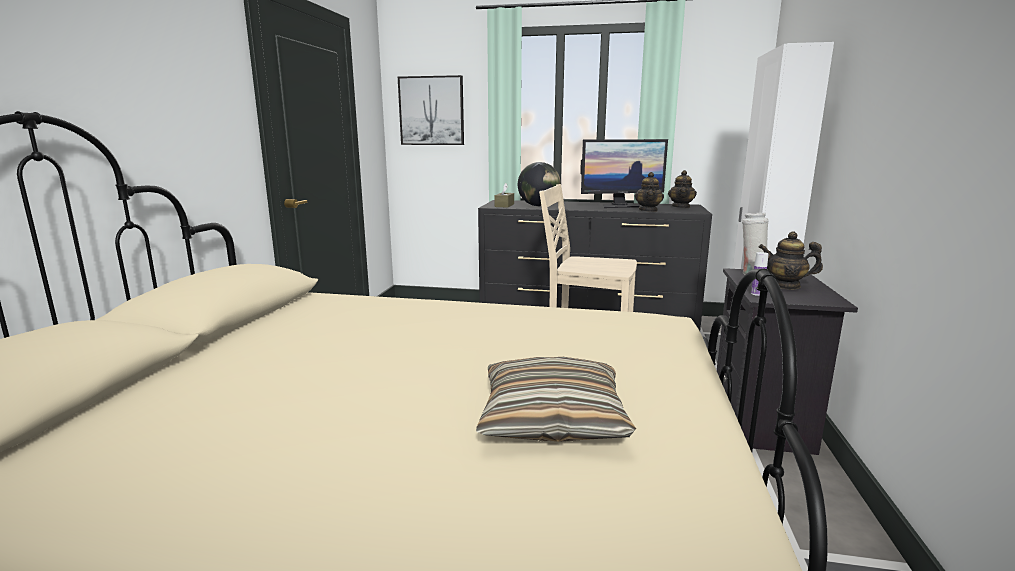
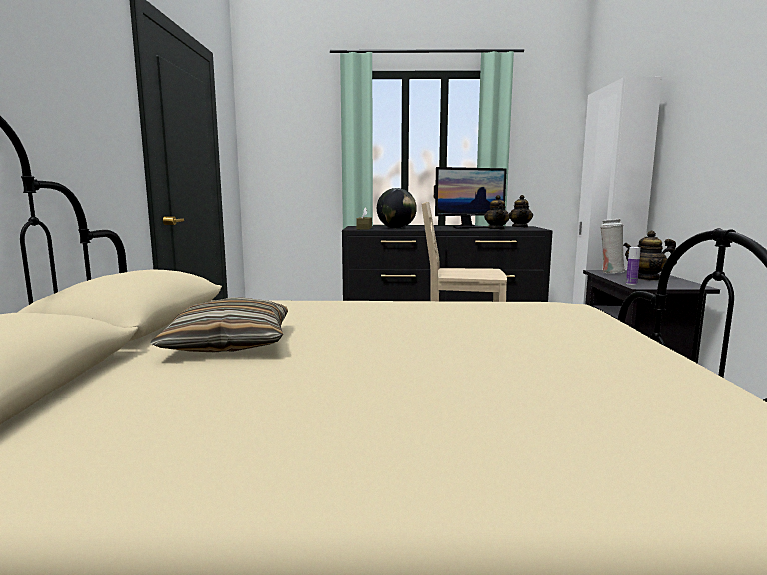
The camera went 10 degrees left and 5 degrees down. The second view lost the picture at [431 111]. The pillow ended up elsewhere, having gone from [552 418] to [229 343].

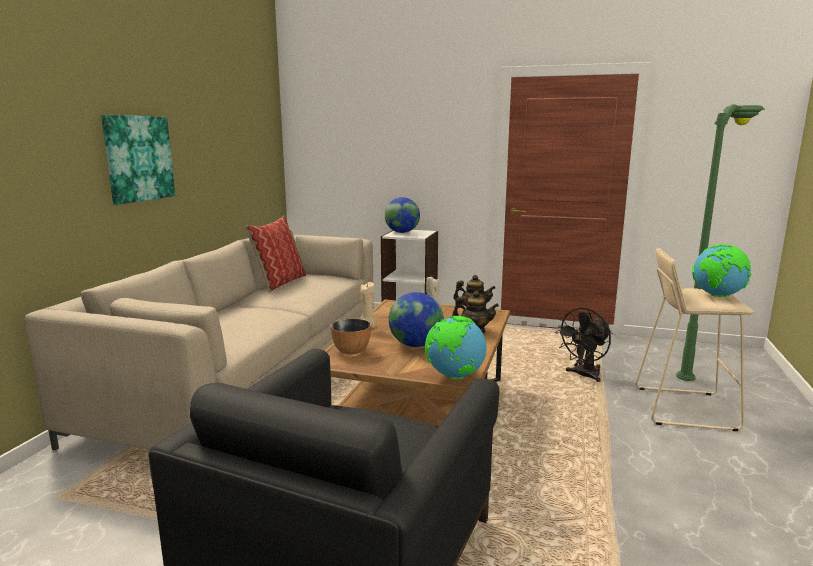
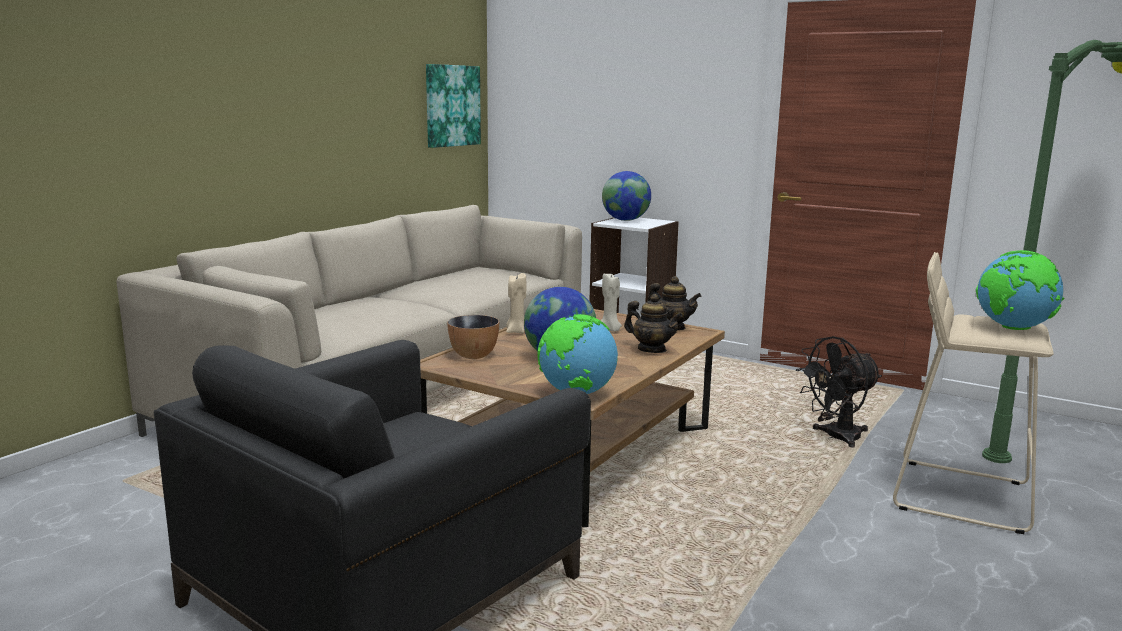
The camera went 15 degrees right and 0 degrees up. The picture ended up elsewhere, having gone from [138 158] to [452 105]. The second view lost the pillow at [279 282].

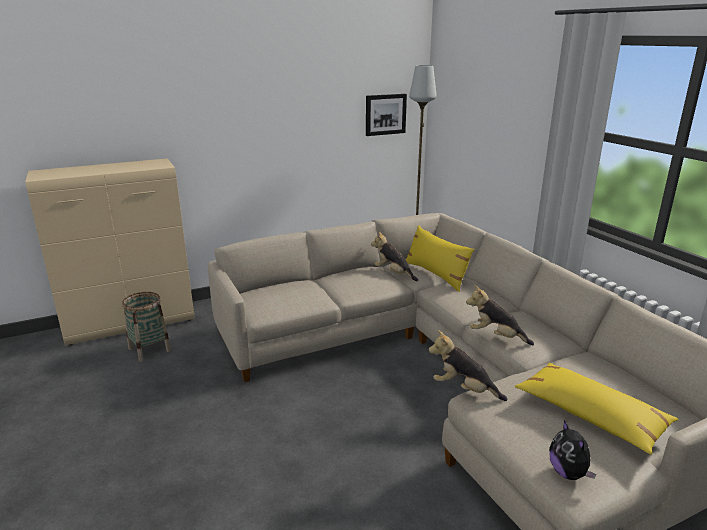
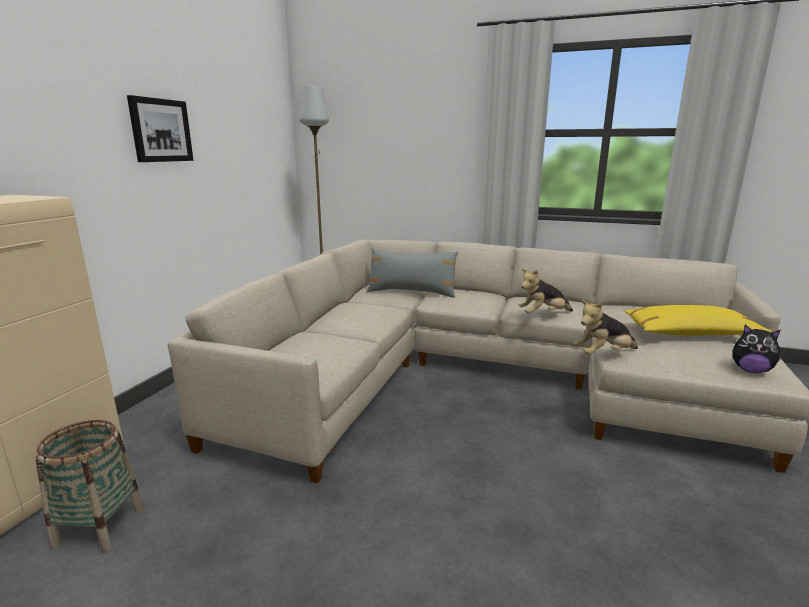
The camera went 45 degrees left and 5 degrees down. The picture ended up elsewhere, having gone from [385 114] to [160 130]. The second view lost the plush toy at [393 273]. What was the pillow (yellow) at [436 274] turned into the pillow (grey) at [411 292].

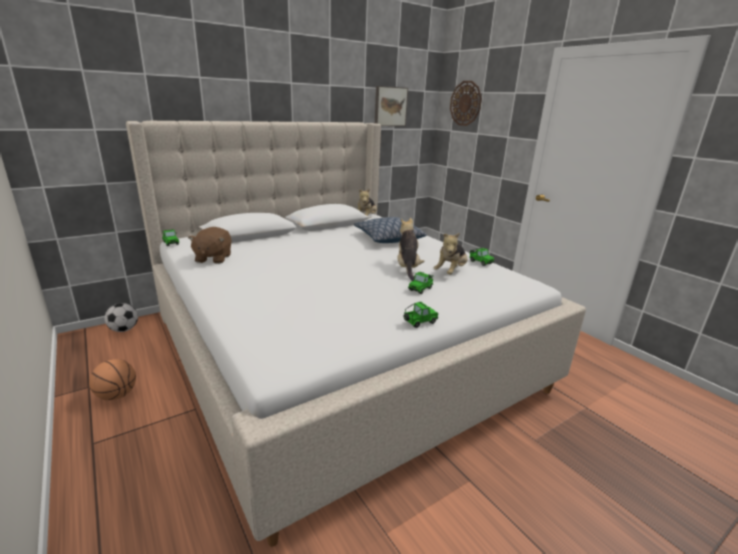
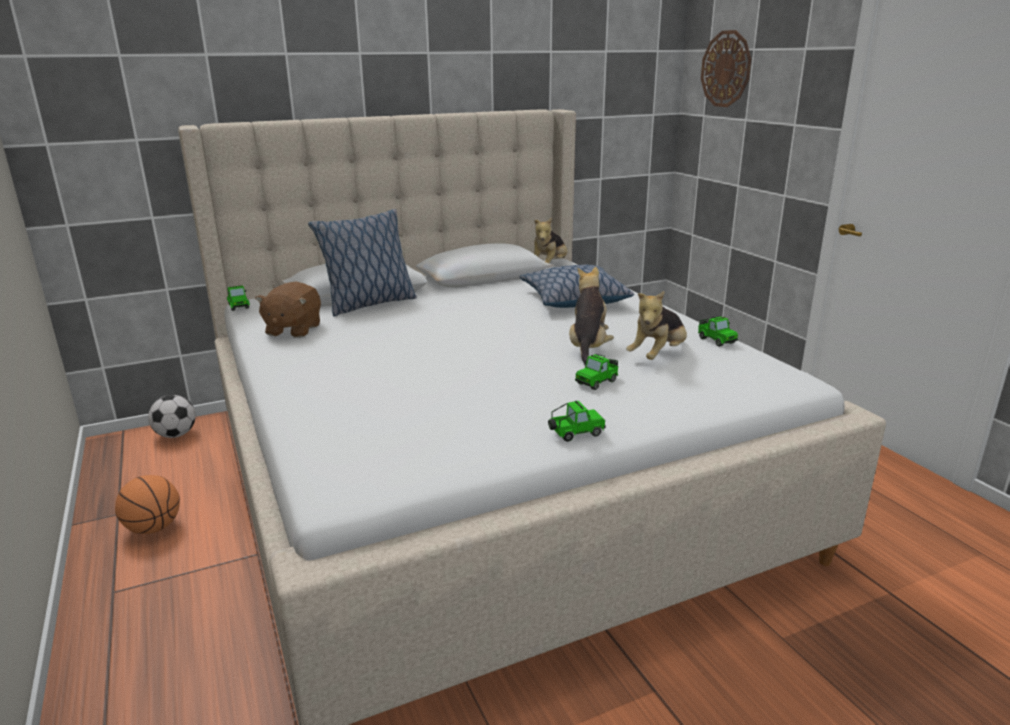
The camera went 10 degrees right and 0 degrees up. The second view lost the picture at [390 106]. The second view gained the pillow at [369 304].

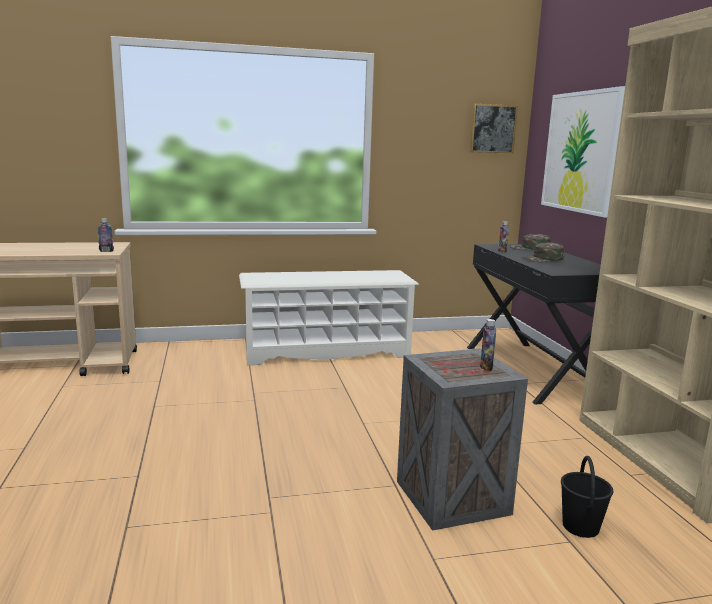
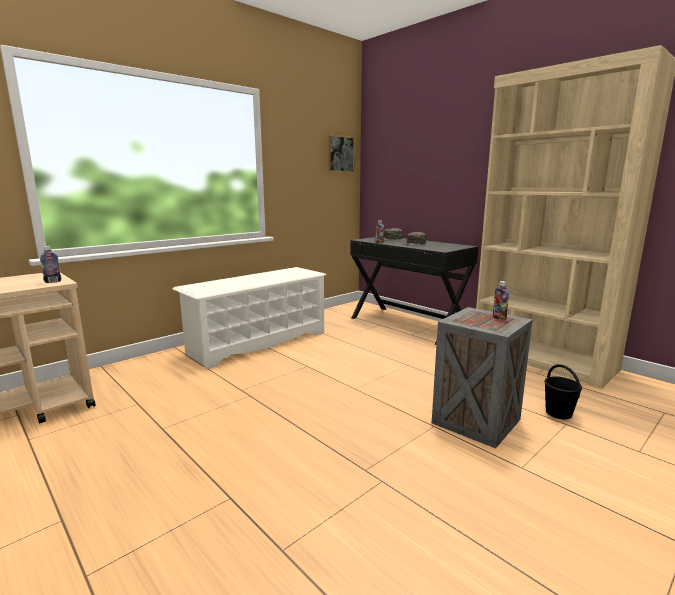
The camera went 30 degrees left and 0 degrees up. The second view lost the picture at [582 152].

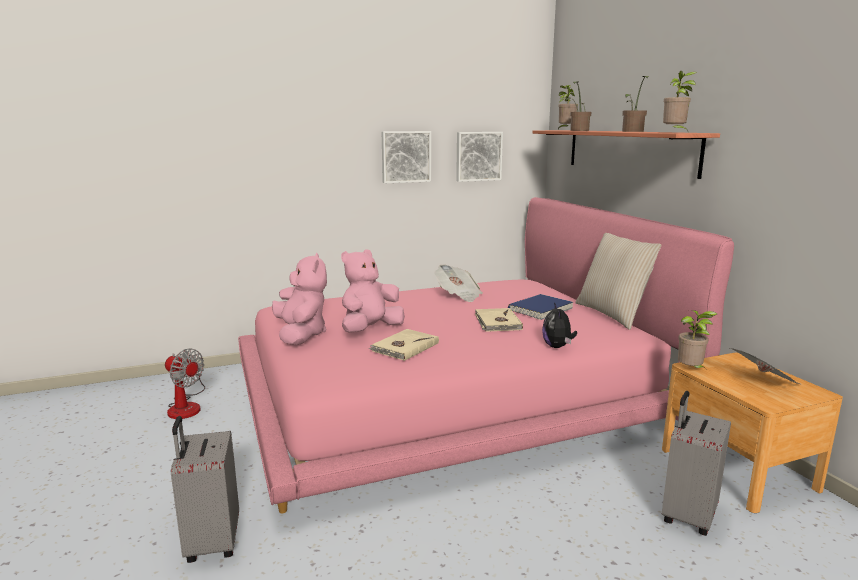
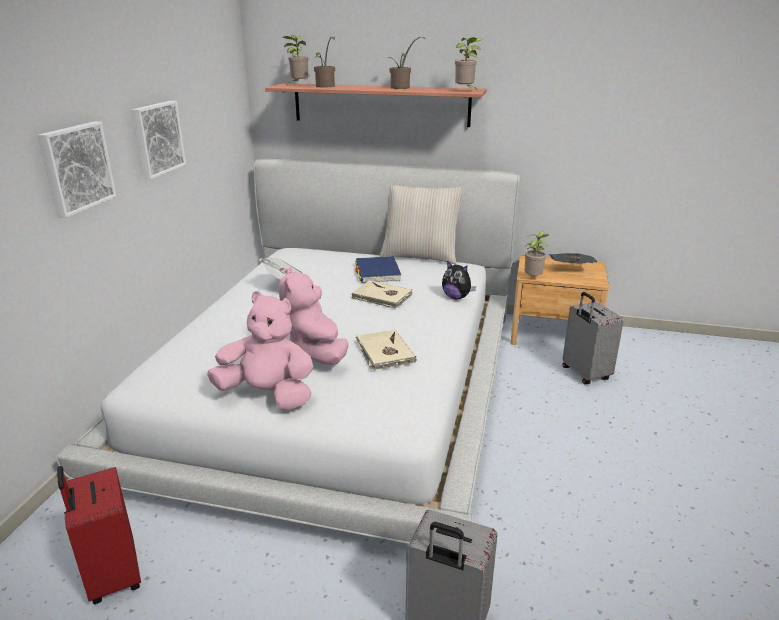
The camera went 55 degrees left and 10 degrees up. Where the fan stood at [186 406], the suitcase (red) came to stand at [112 577]. What was the bed (pink) at [452 394] turned into the bed (white) at [338 385]. The picture ended up elsewhere, having gone from [478 156] to [76 167].

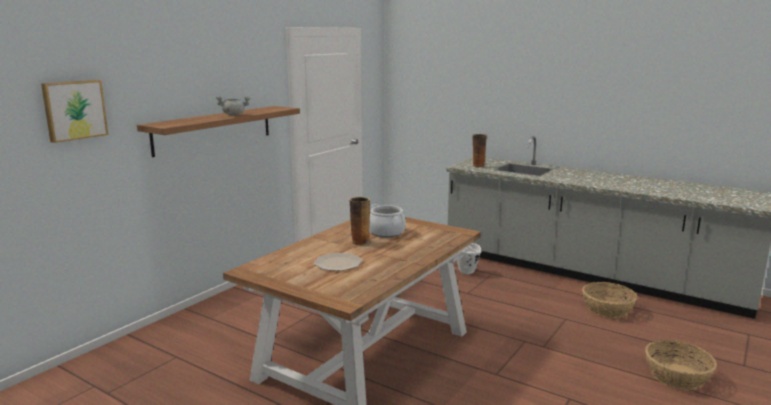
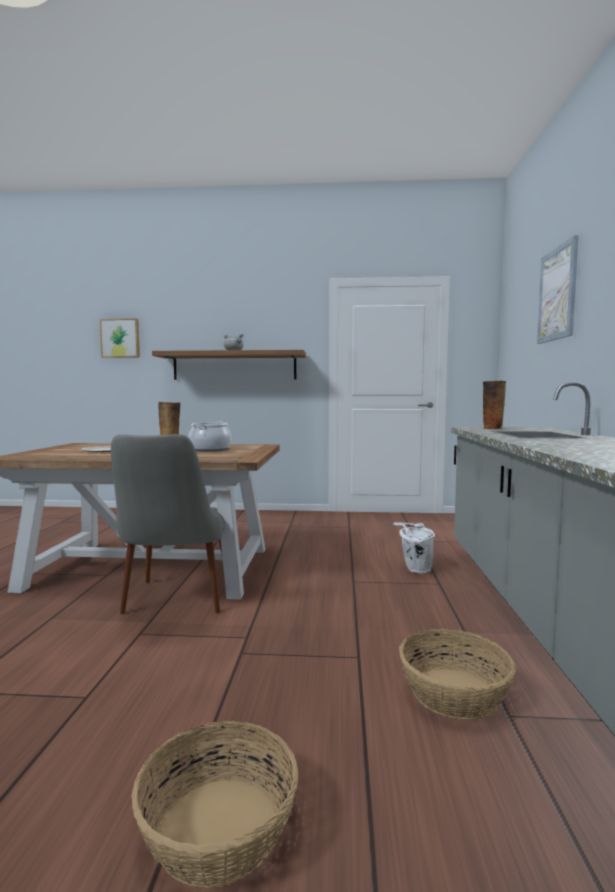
The camera went 60 degrees right and 10 degrees down. The second view gained the chair (grey) at [174 604]. The second view gained the picture at [557 294].

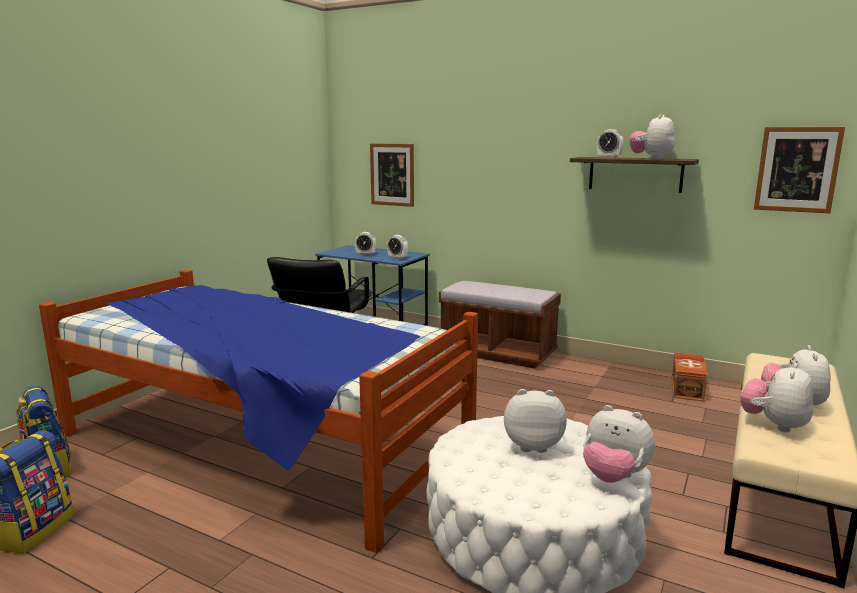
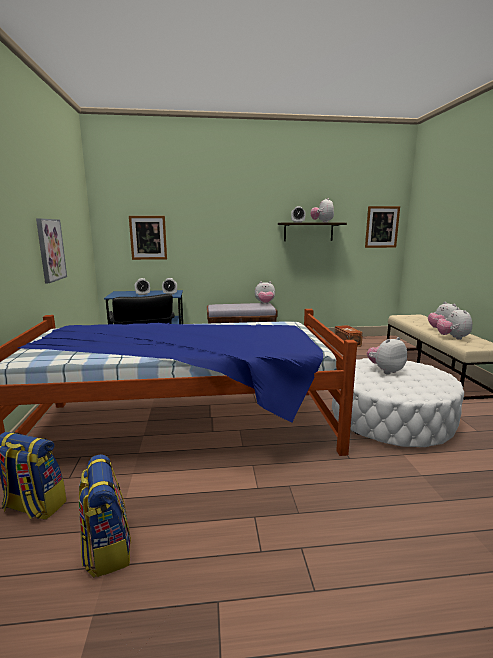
The camera went 35 degrees left and 0 degrees up. The plush toy ended up elsewhere, having gone from [613 477] to [265 304]. The second view gained the picture at [50 250].

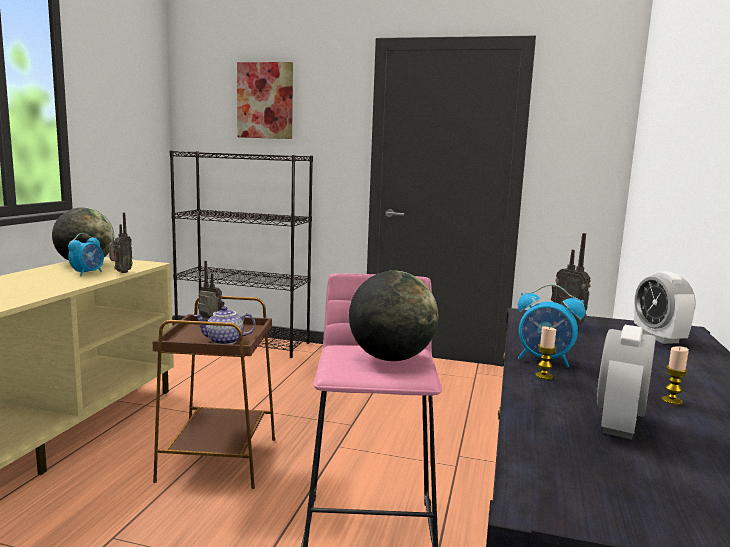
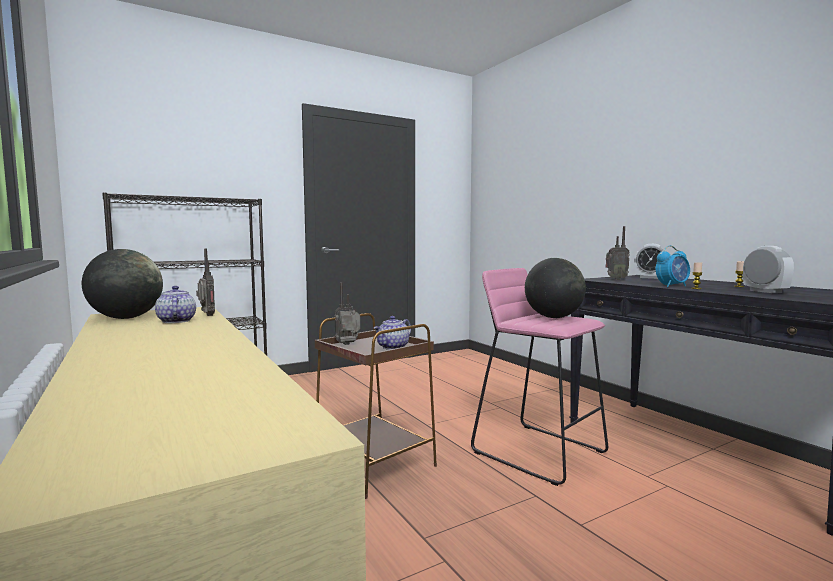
The camera went 45 degrees left and 5 degrees down. Where the alarm clock stood at [88 273], the teapot came to stand at [176 321]. The second view lost the picture at [265 100].

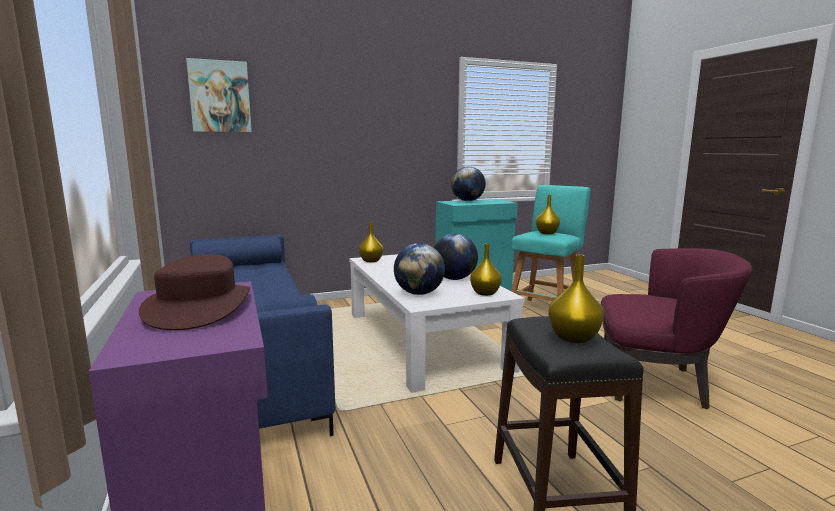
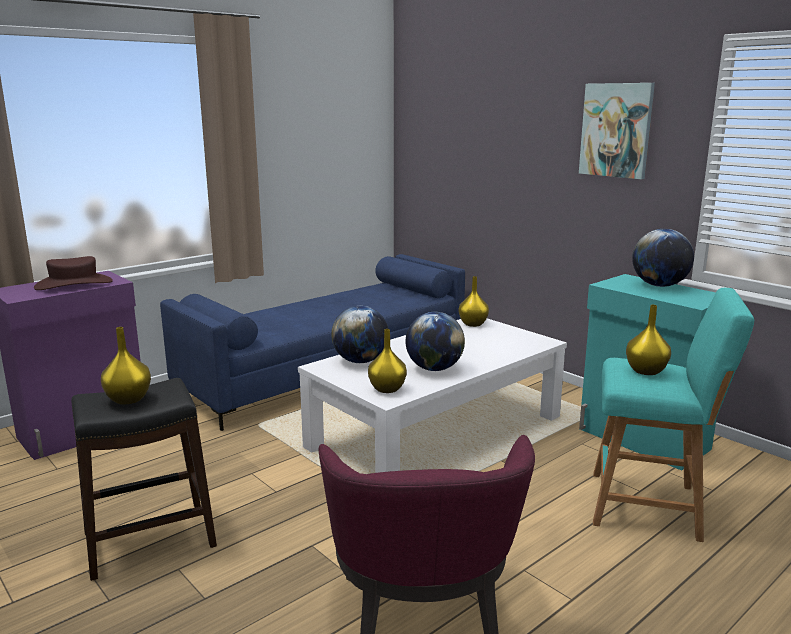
The camera went 70 degrees right and 5 degrees up. The picture ended up elsewhere, having gone from [220 96] to [616 130].

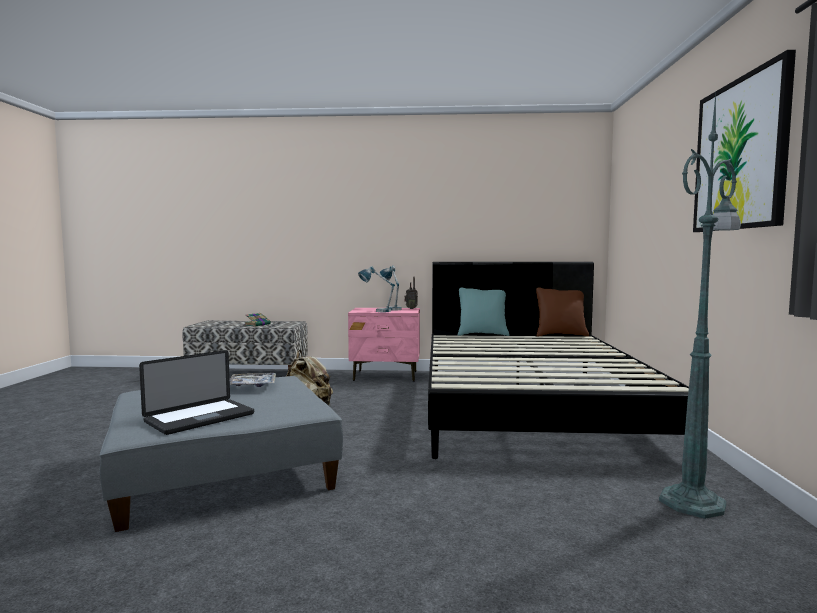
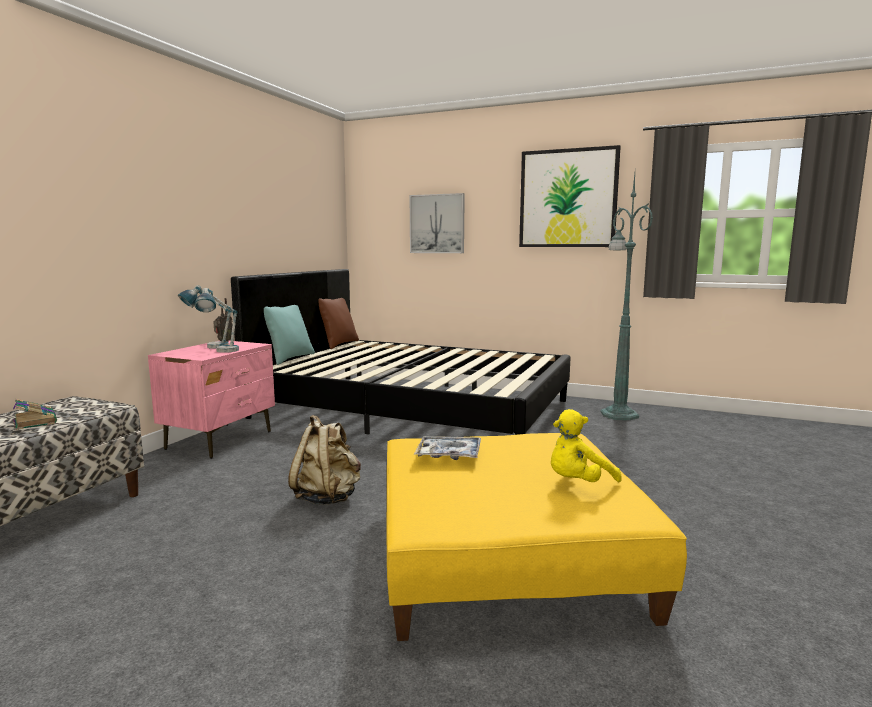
The camera went 70 degrees left and 5 degrees up. What was the ottoman (grey) at [224 469] turned into the ottoman (yellow) at [504 557]. Where the laptop stood at [200 418], the plush toy (yellow) came to stand at [578 483]. The second view gained the picture at [437 224].

